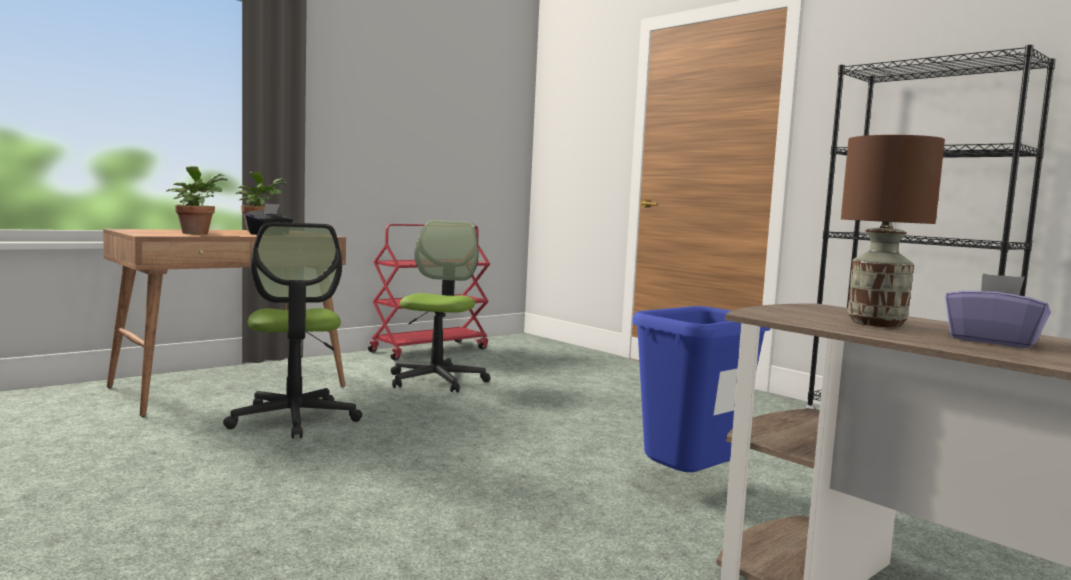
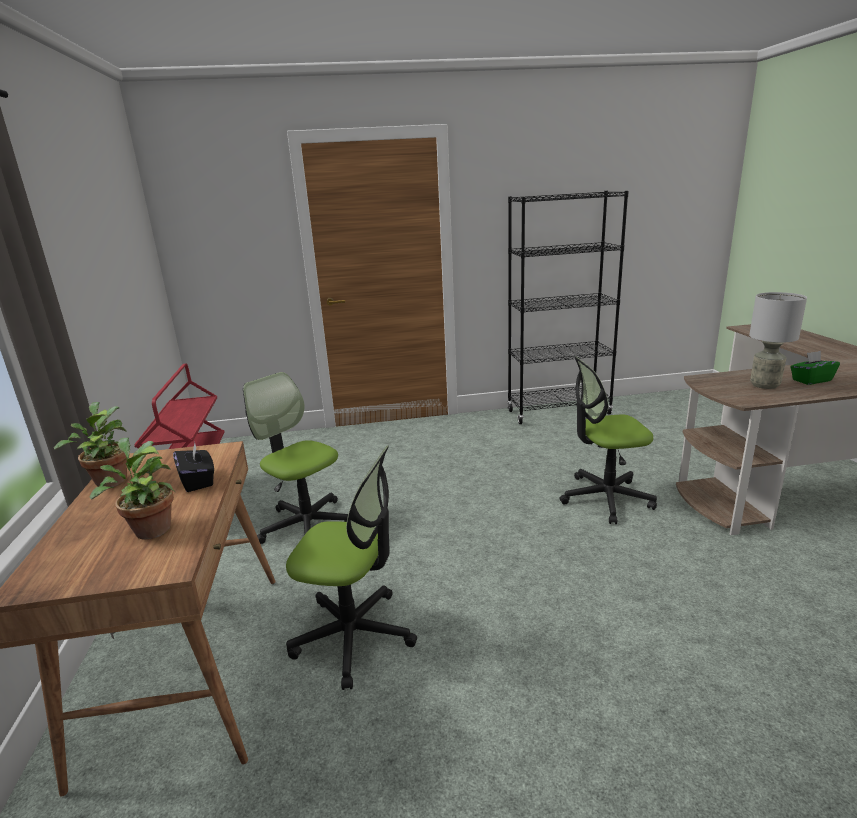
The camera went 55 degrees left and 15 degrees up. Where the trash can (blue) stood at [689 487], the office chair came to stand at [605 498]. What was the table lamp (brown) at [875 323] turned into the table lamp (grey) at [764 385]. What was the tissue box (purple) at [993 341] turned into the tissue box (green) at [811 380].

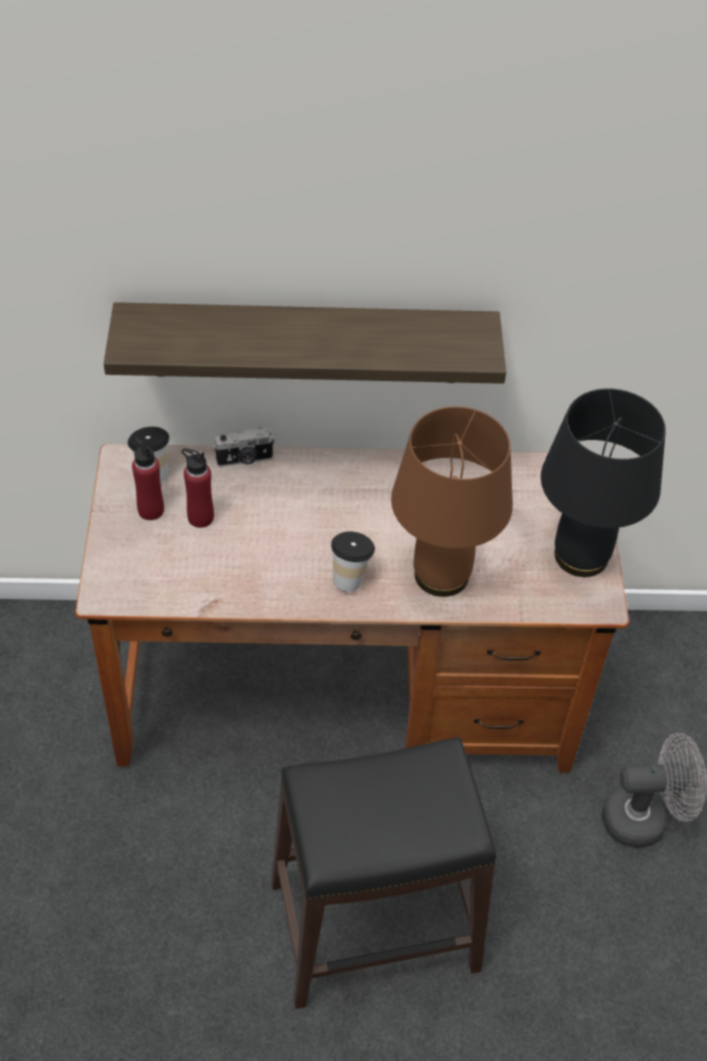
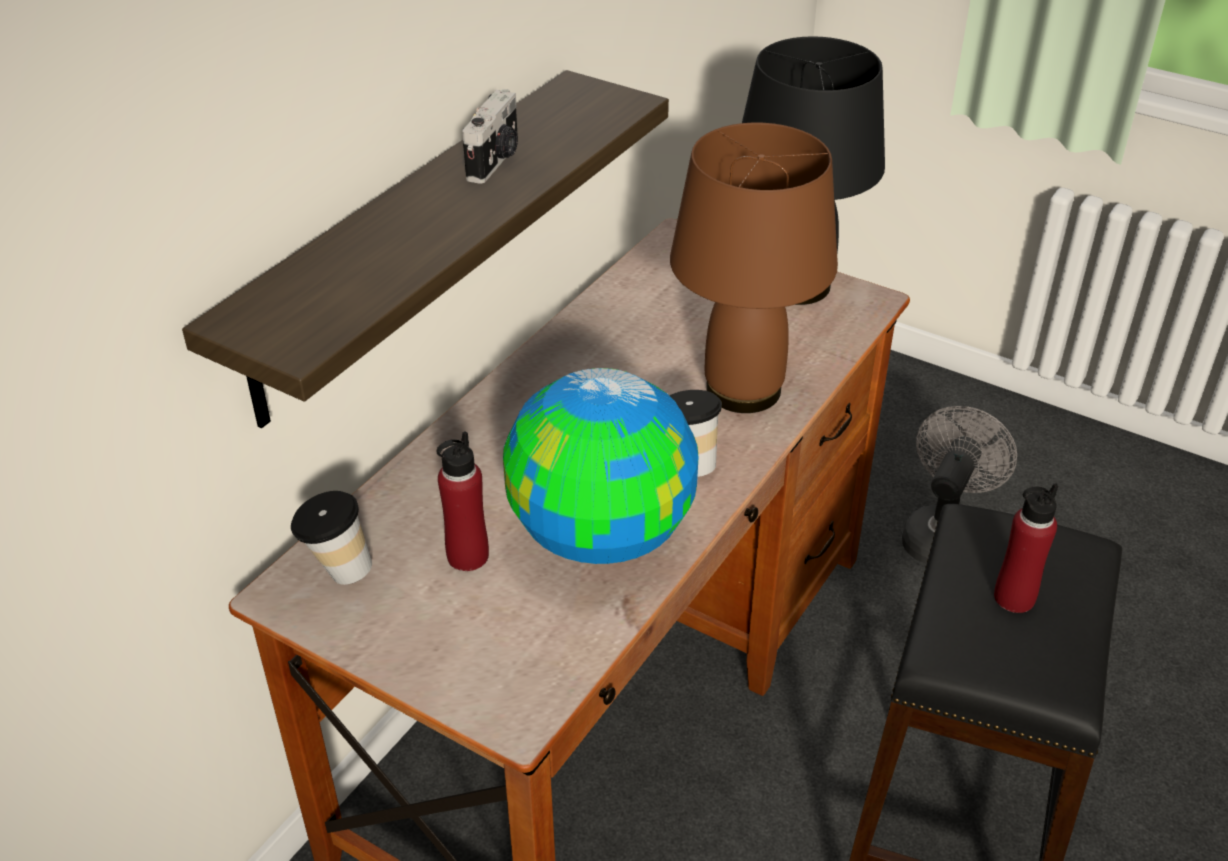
The camera went 55 degrees left and 10 degrees down. The bottle (red) ended up elsewhere, having gone from [151 510] to [1014 598]. The photo camera ended up elsewhere, having gone from [245 460] to [495 161]. The second view gained the globe at [602 536].

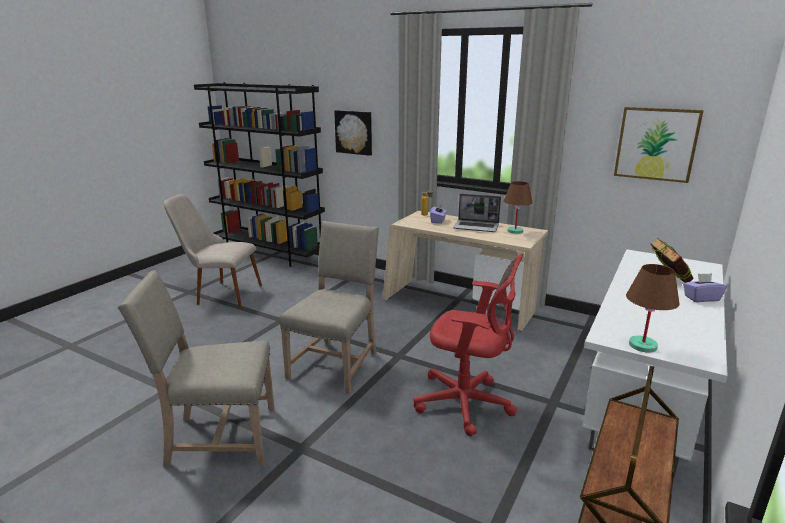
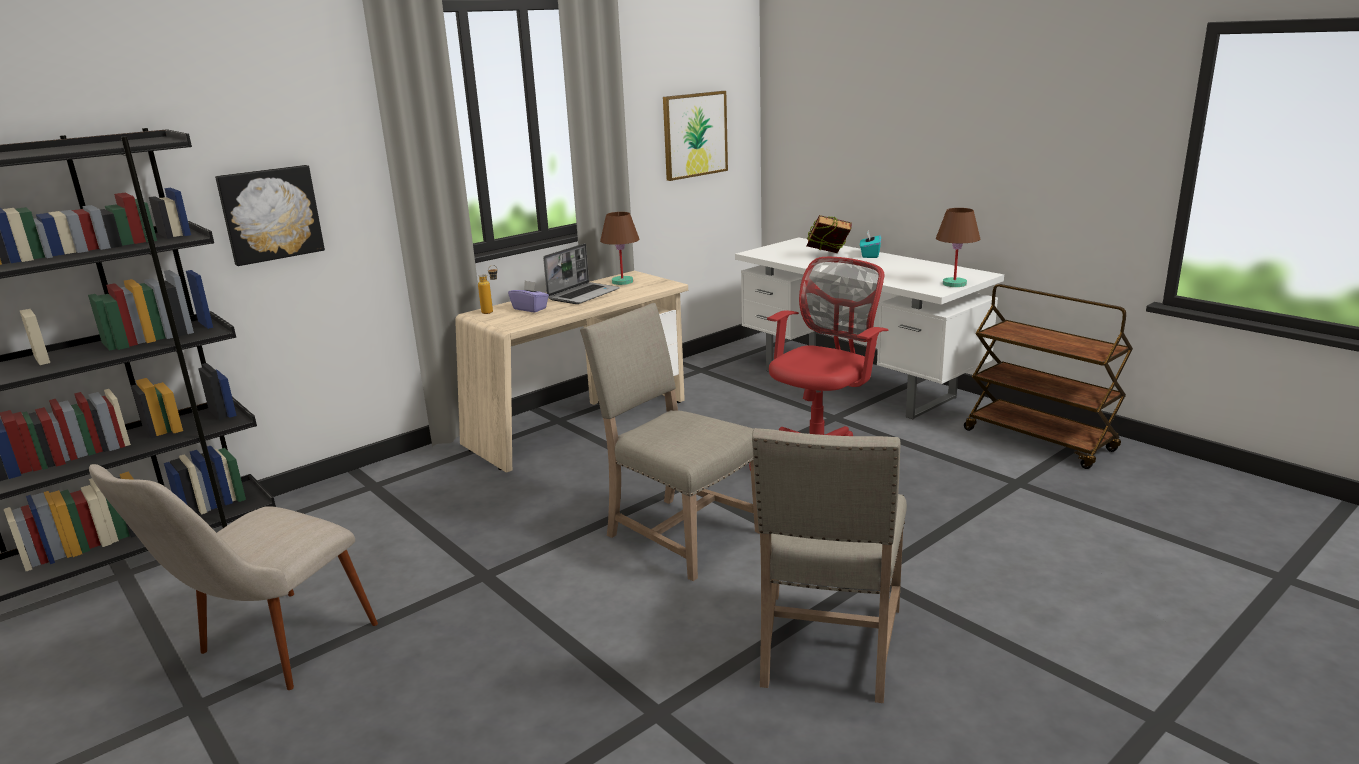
The camera went 70 degrees left and 0 degrees up. What was the tissue box (purple) at [701 298] turned into the tissue box (turquoise) at [869 255].

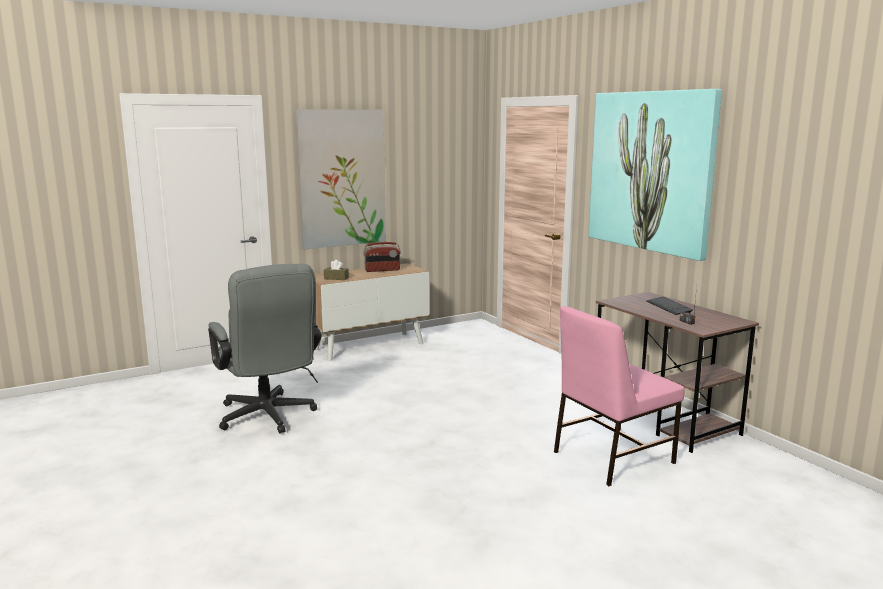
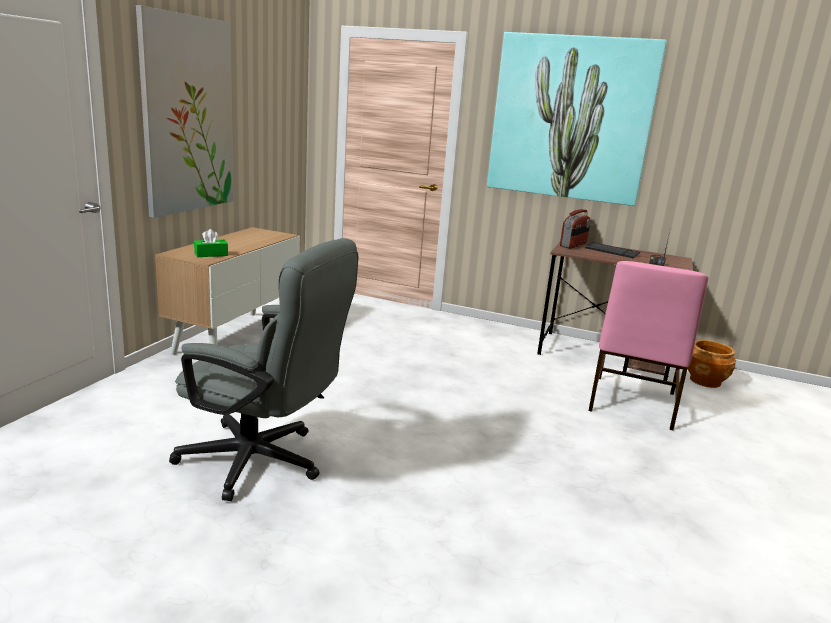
The camera went 40 degrees left and 5 degrees up. What was the tissue box (brown) at [336 278] turned into the tissue box (green) at [211 254]. The radio ended up elsewhere, having gone from [382 270] to [573 245]. The second view gained the planter (brown) at [705 381].

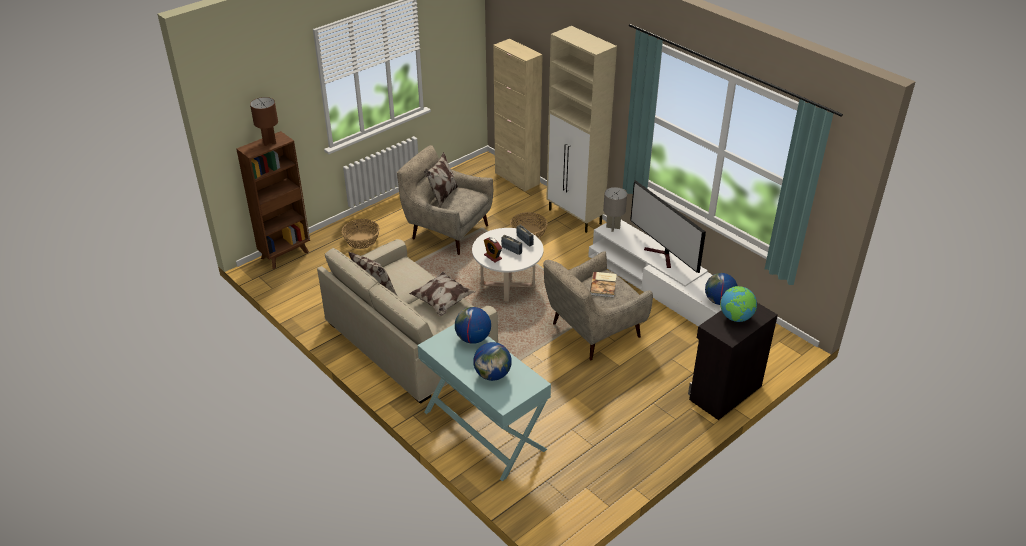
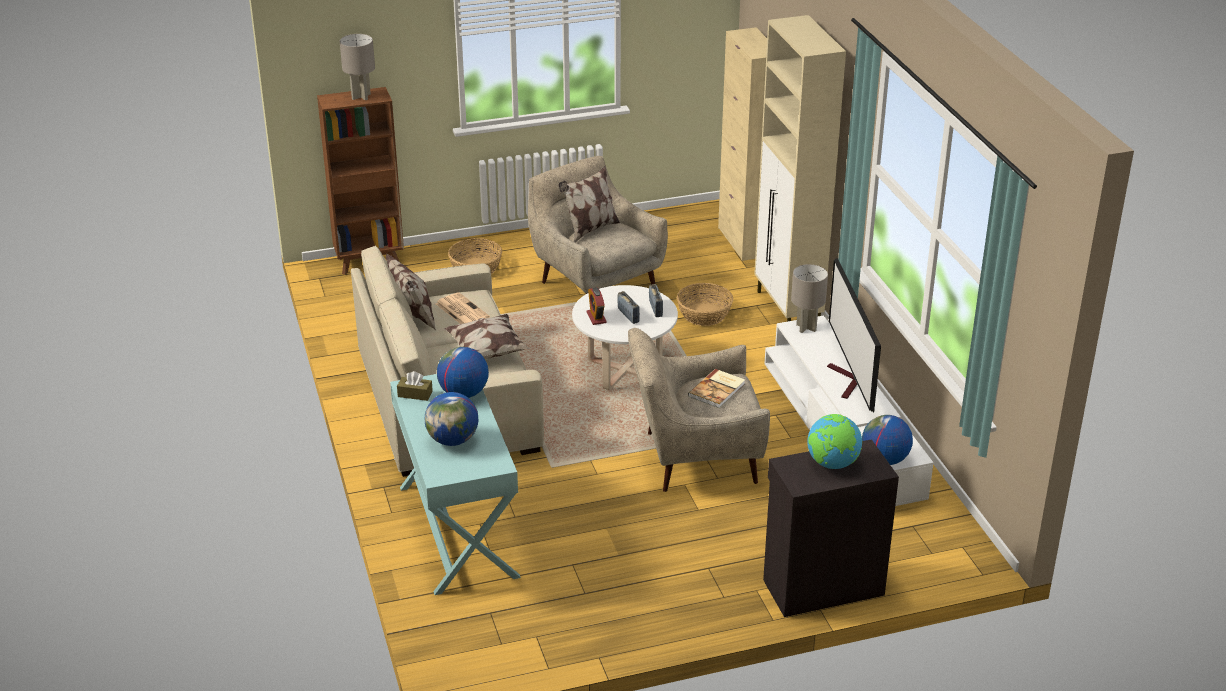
The camera went 25 degrees right and 5 degrees down. What was the table lamp (brown) at [269 142] turned into the table lamp (grey) at [361 96]. The second view gained the tissue box (brown) at [415 394]. The second view gained the newspaper at [461 310].

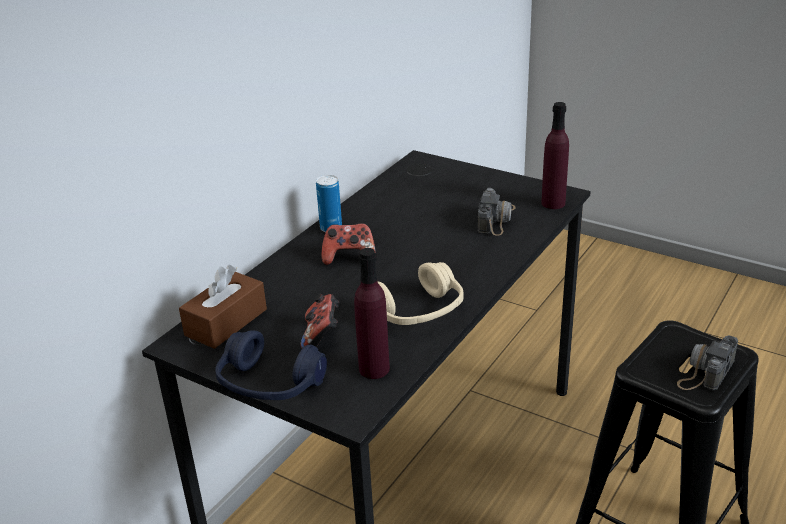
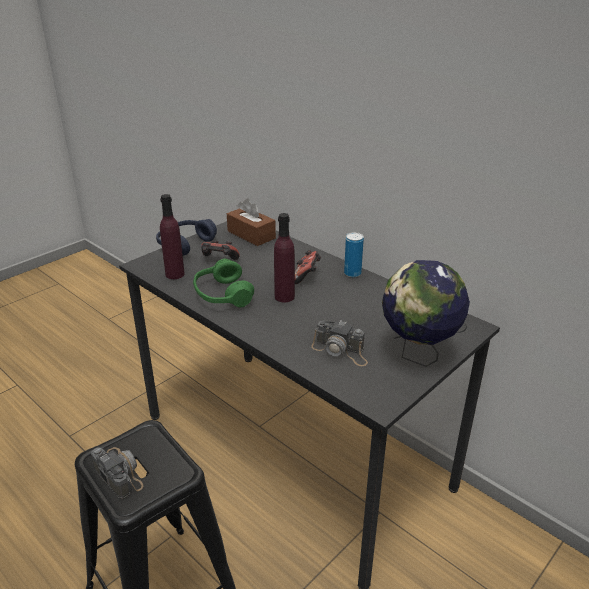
The camera went 100 degrees right and 0 degrees up. What was the headphones (beige) at [417 312] turned into the headphones (green) at [222 295]. The bottle (purple) ended up elsewhere, having gone from [553 203] to [284 297]. The second view gained the globe at [418 354].

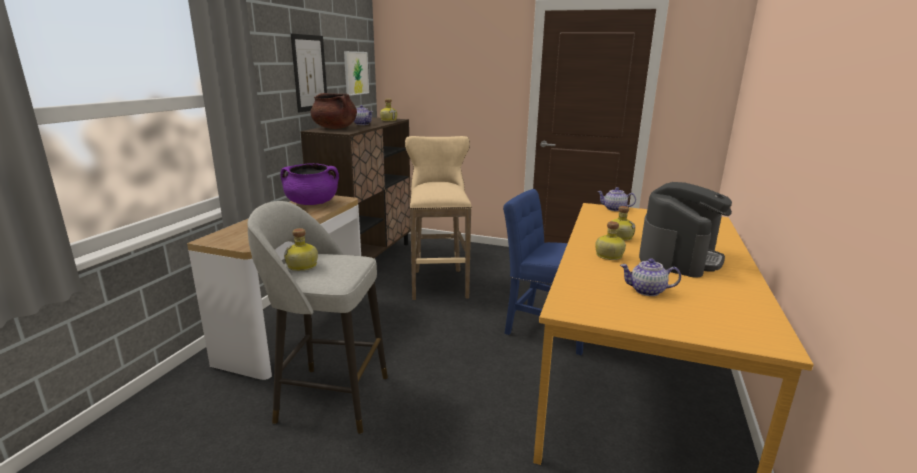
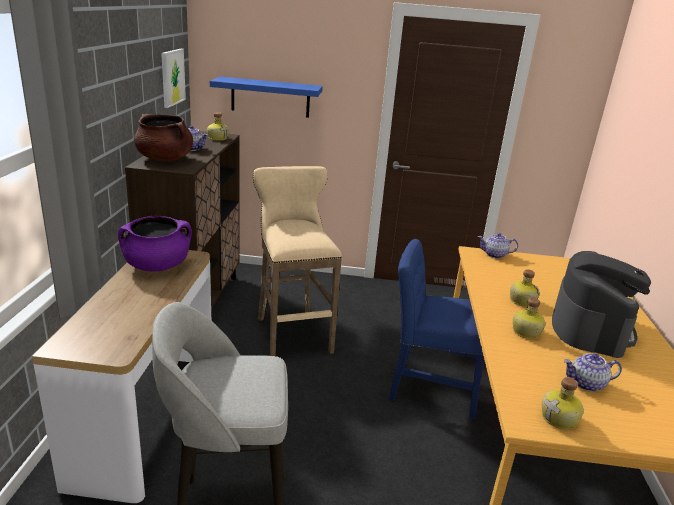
The camera went 15 degrees left and 5 degrees up. The bottle ended up elsewhere, having gone from [303 266] to [560 419]. The second view lost the picture at [309 73]. The second view gained the shelf (blue) at [270 97].

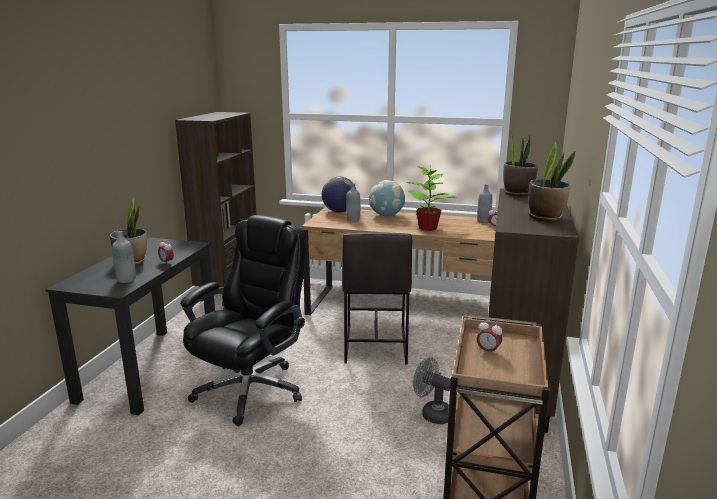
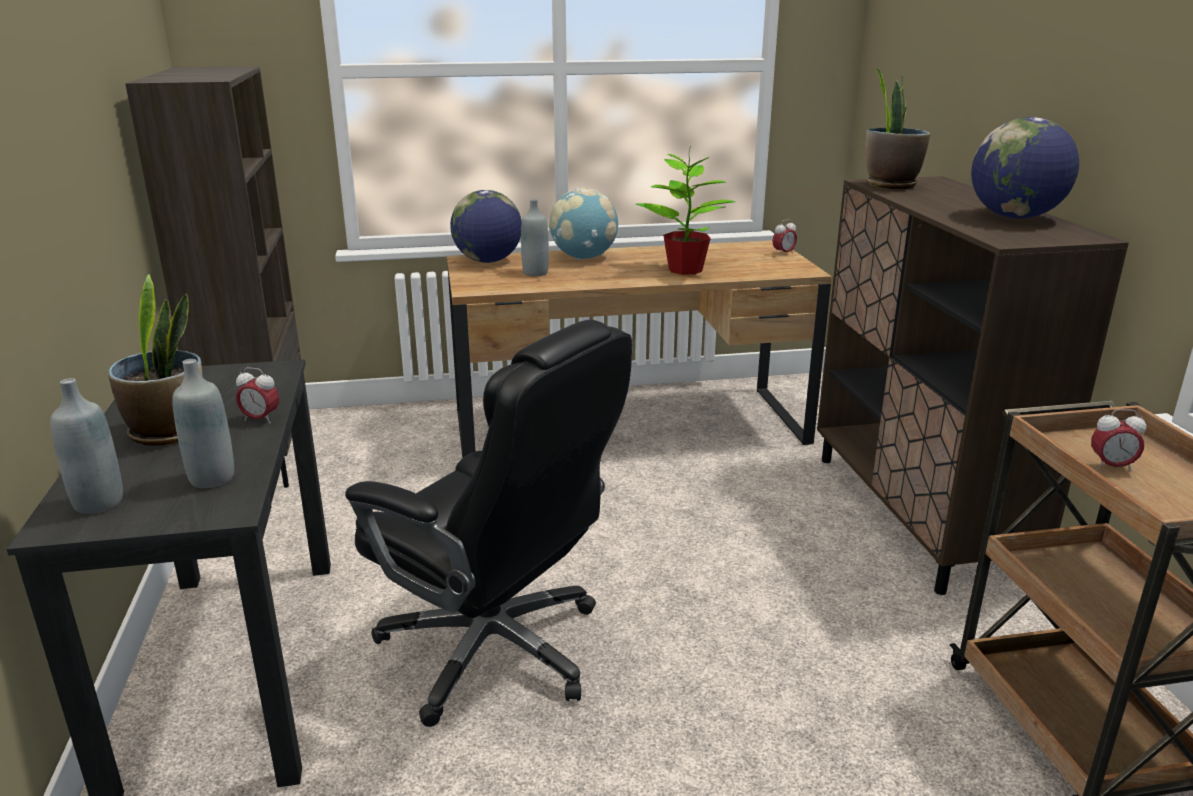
The camera went 25 degrees left and 5 degrees up. The office chair (black) at [251 389] ended up facing another way, 120 degrees clockwise from before. The second view lost the stool (grey) at [374 345]. The second view lost the fan (grey) at [432 413]. The bottle (grey) ended up elsewhere, having gone from [483 221] to [99 503]. Where the potted plant stood at [545 217], the globe came to stand at [1015 217].

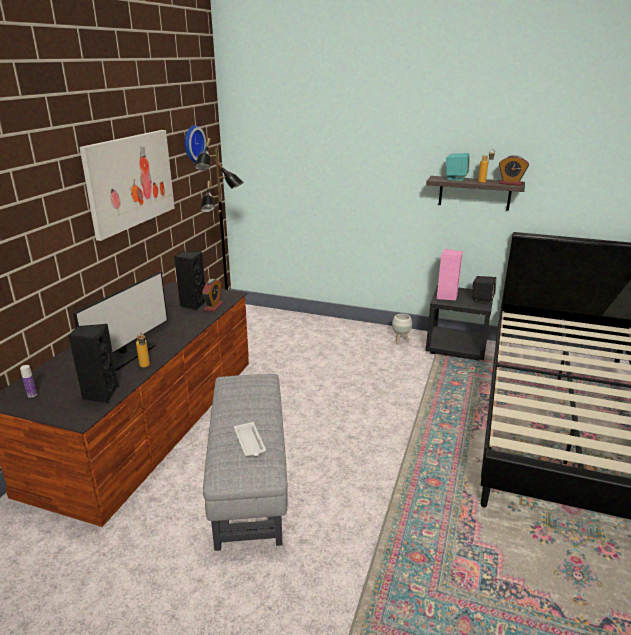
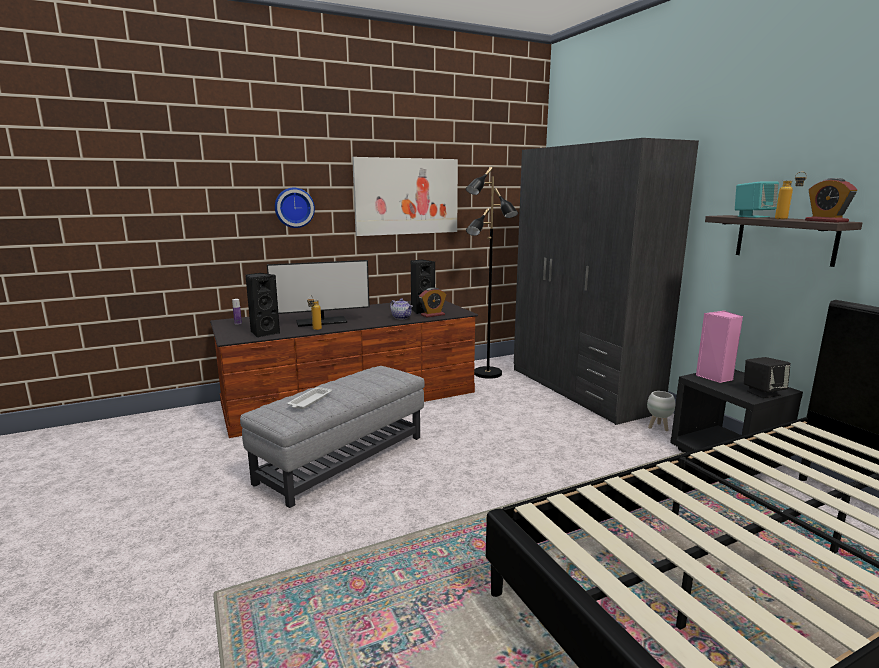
The camera went 45 degrees right and 10 degrees down. The wall clock ended up elsewhere, having gone from [192 143] to [294 207]. The second view gained the teapot at [402 317]. The second view gained the wardrobe (grey) at [581 389].

